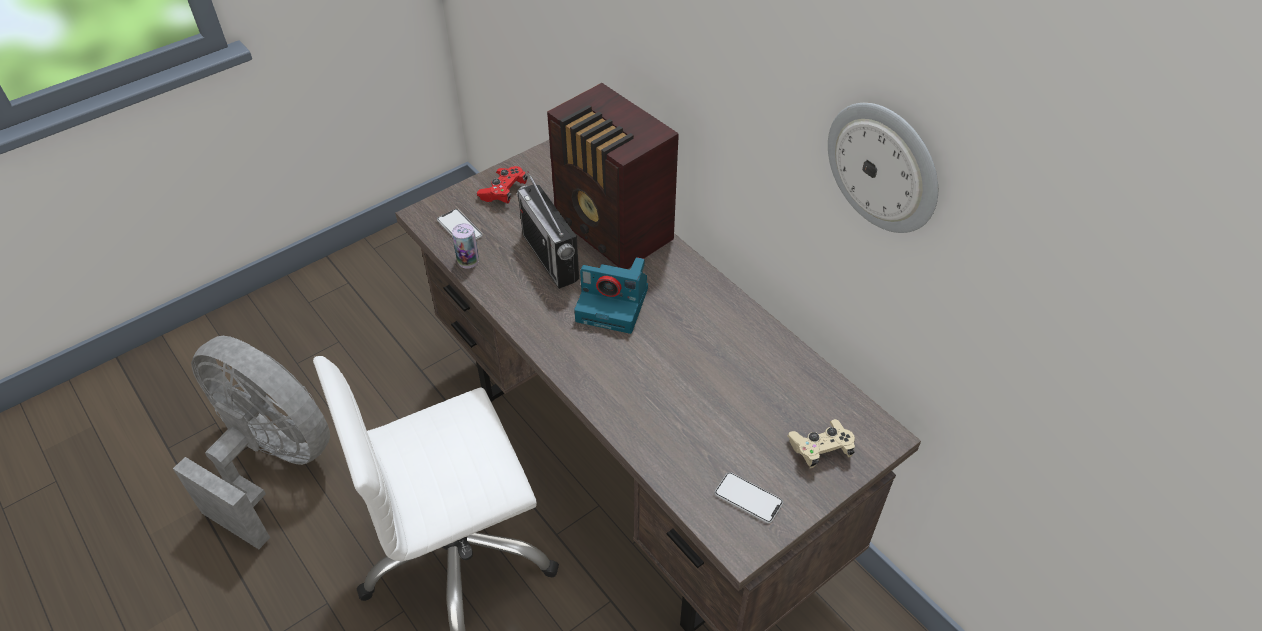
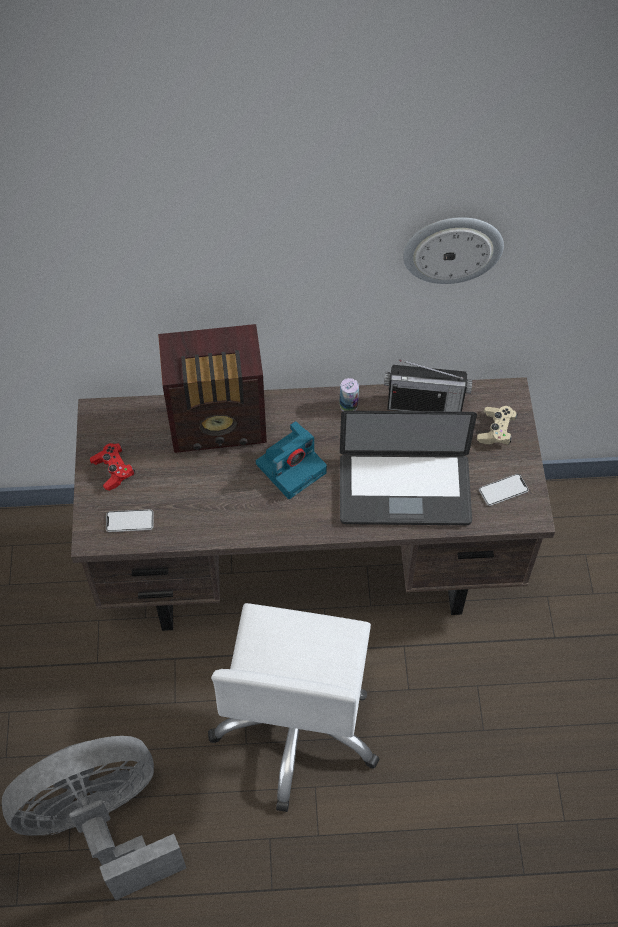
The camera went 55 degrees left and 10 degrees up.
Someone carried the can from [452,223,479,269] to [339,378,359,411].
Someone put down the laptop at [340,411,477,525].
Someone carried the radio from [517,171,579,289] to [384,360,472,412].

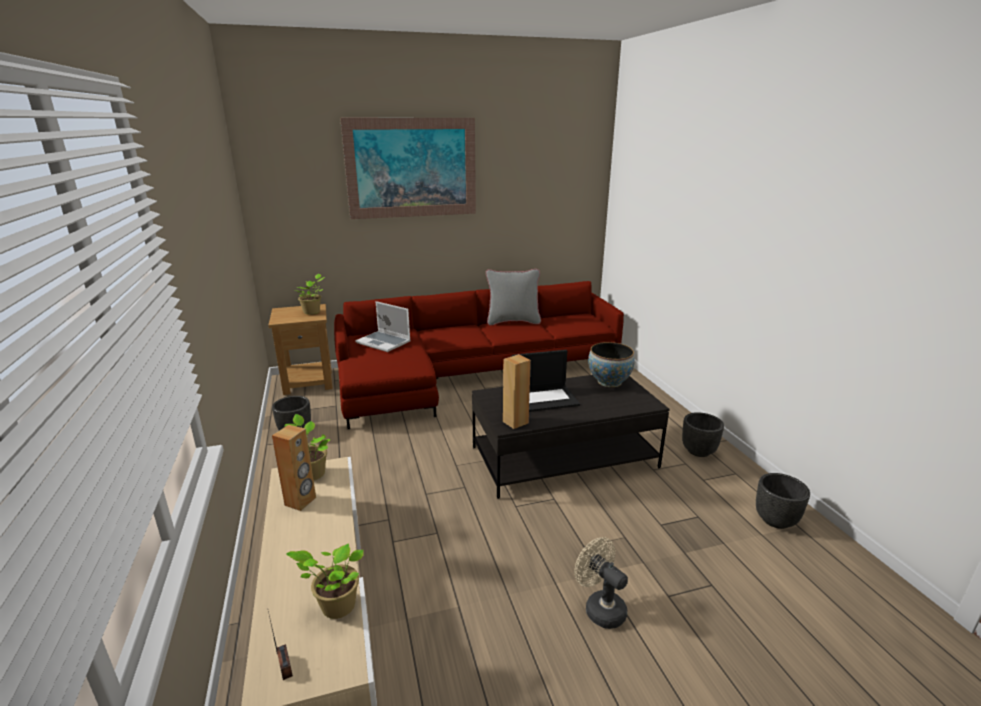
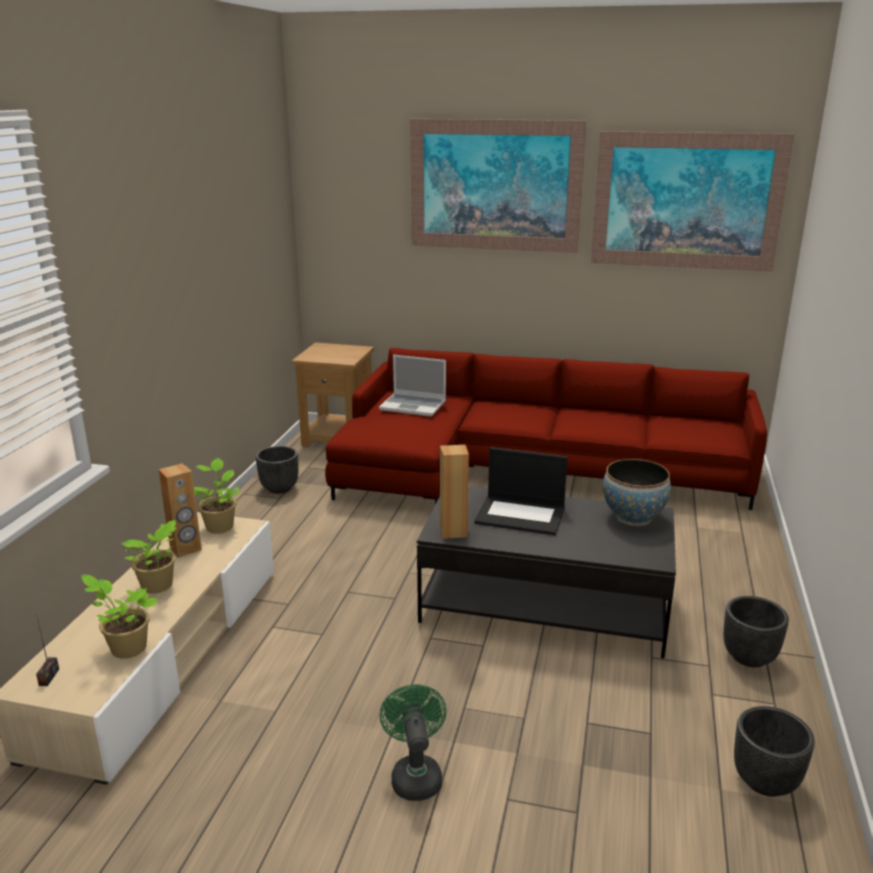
The camera went 30 degrees right and 0 degrees up.
Someone carried the potted plant from [291,274,325,315] to [122,519,176,593].
Someone rotated the laptop at [355,301,411,352] by 45 degrees counterclockwise.
Someone repainted the fan (beige) at [575,537,628,629], which became the fan (green) at [380,684,446,801].
Someone put up the picture at [591,131,794,271].
Someone took away the pillow (grey) at [486,269,541,325].

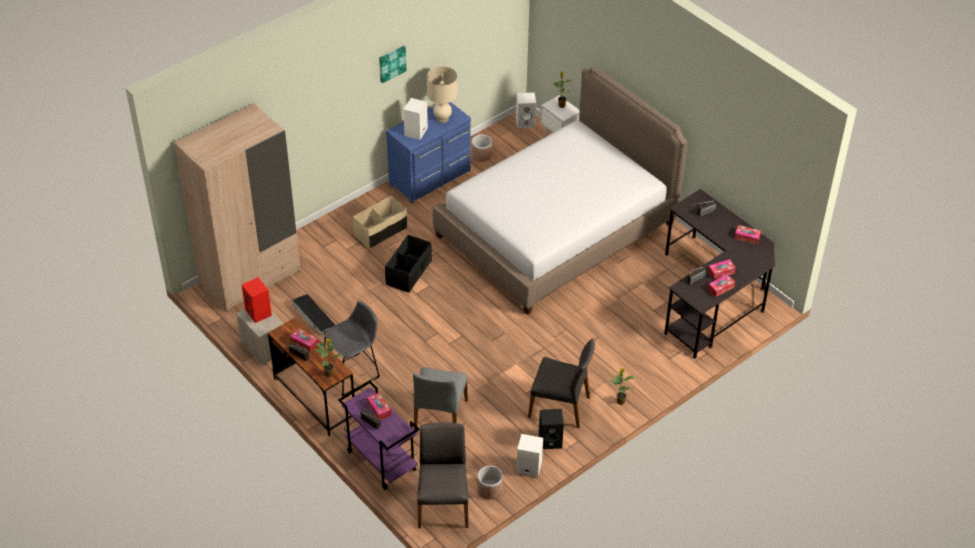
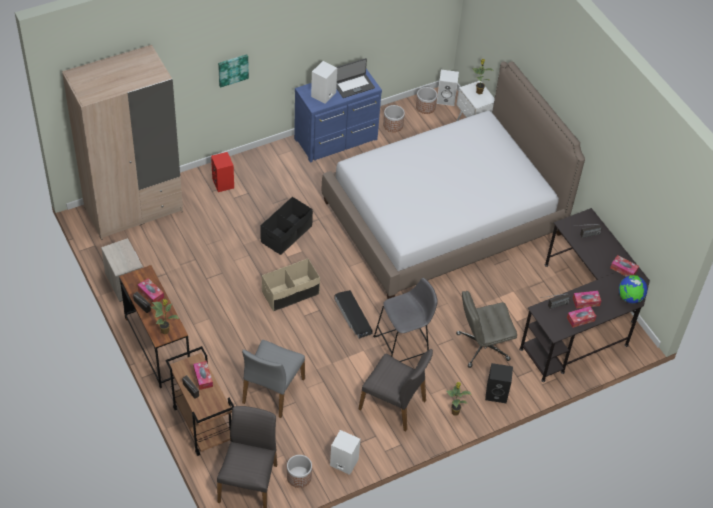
The camera went 10 degrees right and 5 degrees up.
Someone repainted the cart (purple) at [338,381,419,490], which became the cart (brown) at [165,346,234,456].
Someone carried the speaker (red) from [242,277,272,323] to [211,152,234,192].
Someone carried the picture from [379,46,406,83] to [218,54,249,88].
Someone carried the storage box (beige) from [353,196,407,249] to [262,259,320,311].
Someone carried the storage box (black) from [293,294,335,336] to [334,290,373,339].
Someone swapped the table lamp (beige) at [427,66,458,123] for the laptop at [336,58,375,98].
Someone carried the stool (grey) from [324,300,380,396] to [373,278,438,362].
Someone put down the planter at [416,87,437,114].
Someone put down the office chair (grey) at [456,291,517,368].
Someone carried the speaker (black) from [539,409,564,449] to [485,363,513,403].
Someone put down the globe at [619,275,648,303].

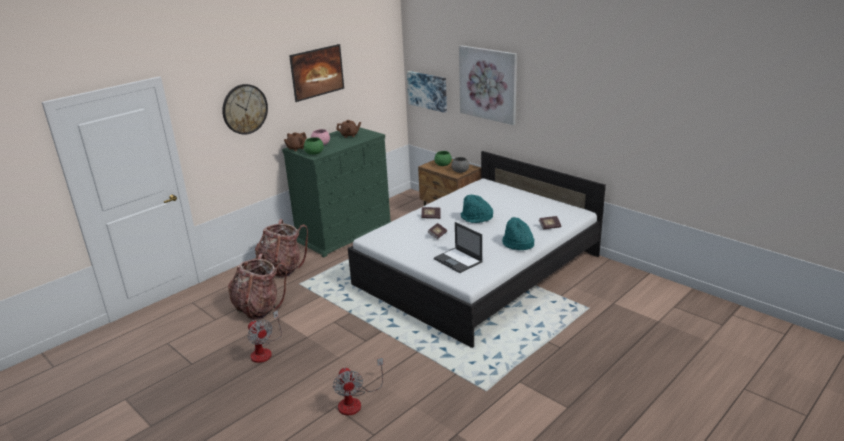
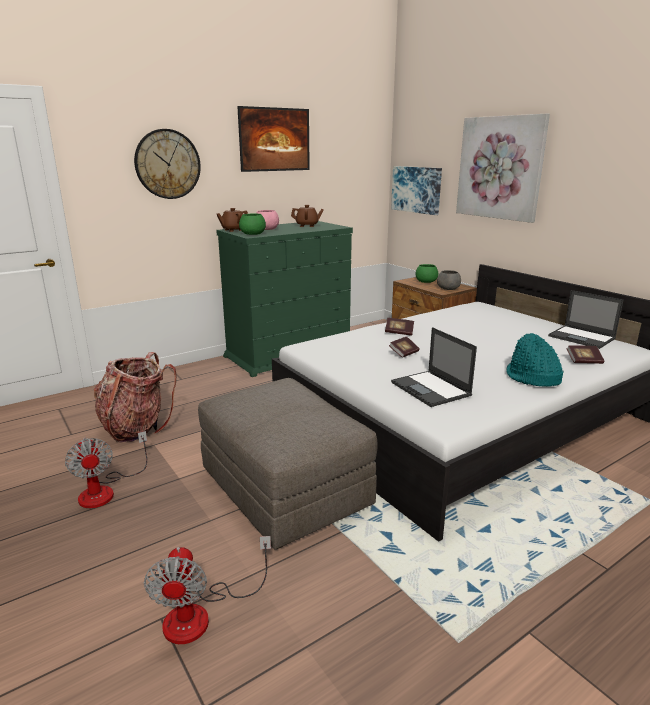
The camera went 10 degrees right and 5 degrees down.
Someone put down the ottoman (grey) at [198,378,378,549].
Someone put down the laptop at [548,290,623,349].
Someone took away the backpack at [255,219,308,278].
Someone took away the hat (turquoise) at [461,195,493,223].

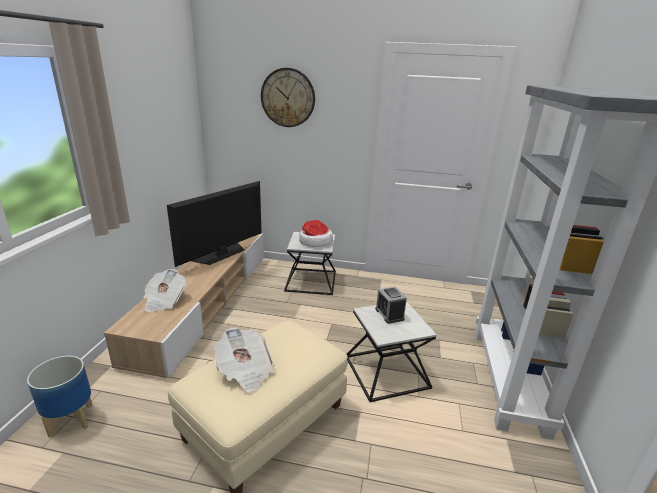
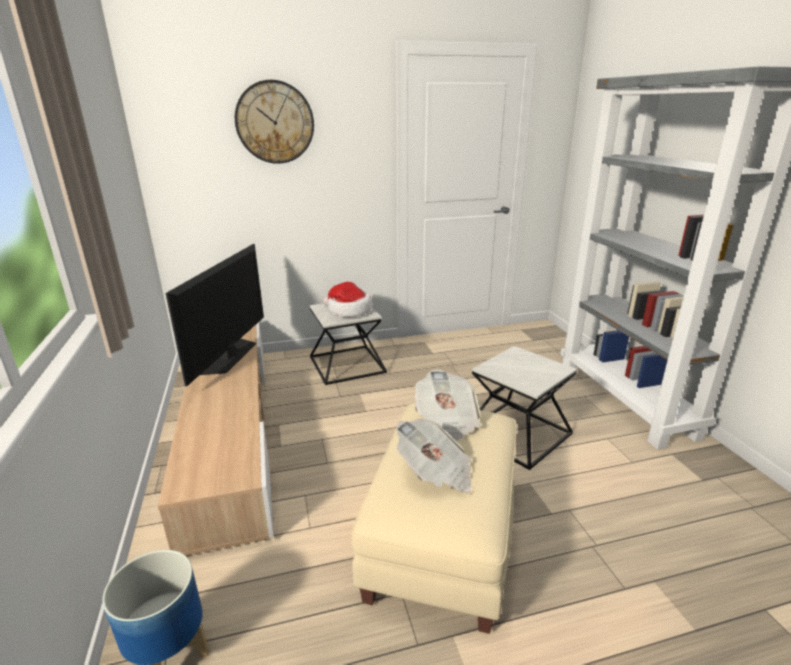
The camera went 25 degrees left and 0 degrees up.
Someone carried the newspaper from [143,269,186,312] to [415,369,482,441].
Someone took away the alarm clock at [375,286,407,324].

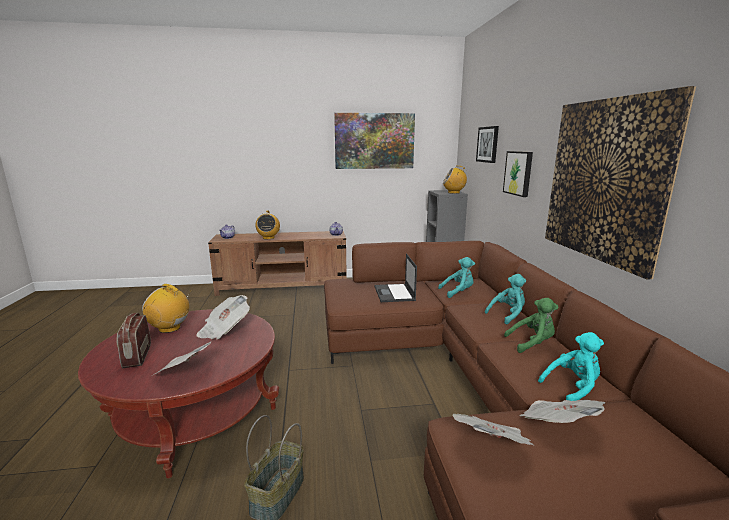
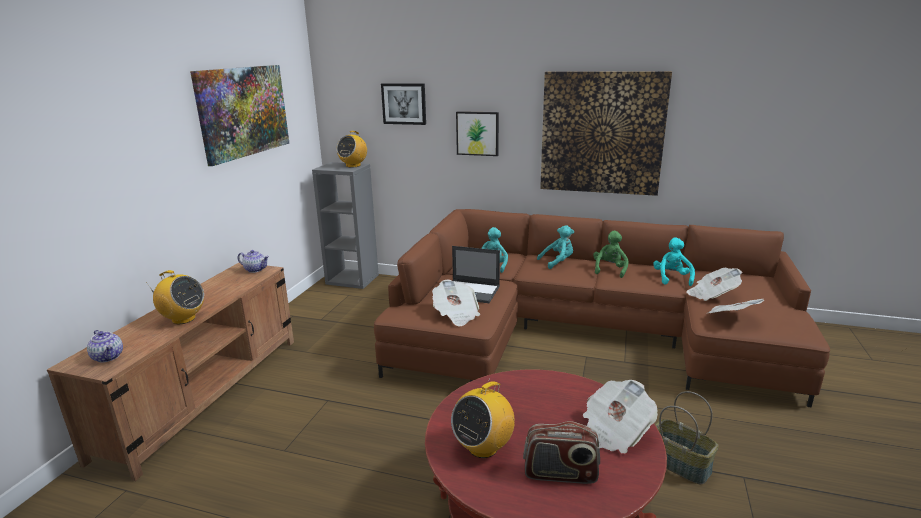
The camera went 65 degrees left and 5 degrees up.
Someone carried the newspaper from [196,295,250,339] to [432,280,480,327].
Someone rotated the plush toy (turquoise) at [485,274,526,324] by 75 degrees clockwise.

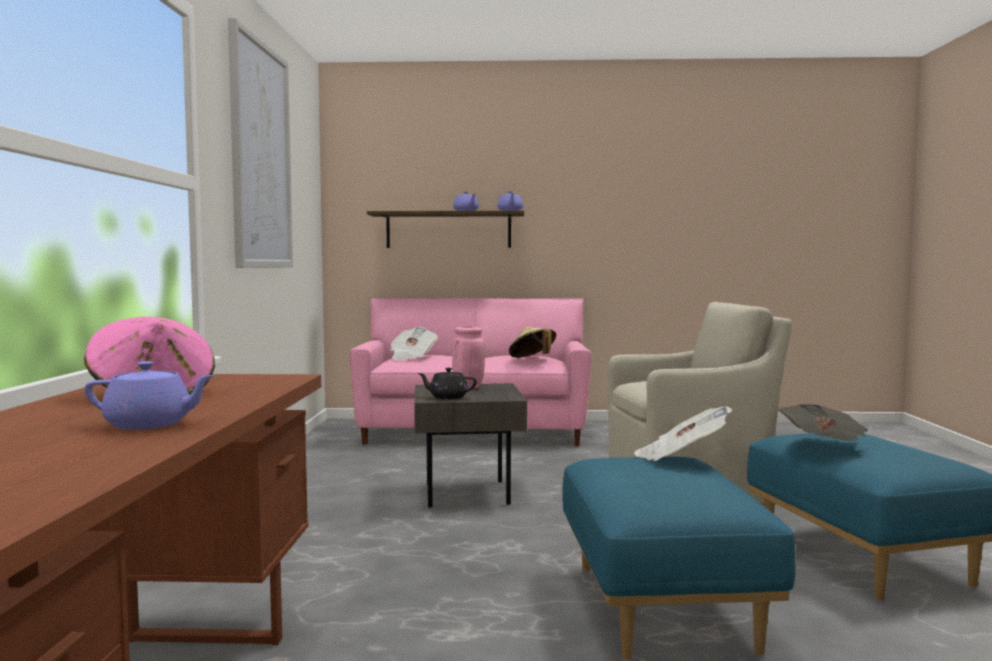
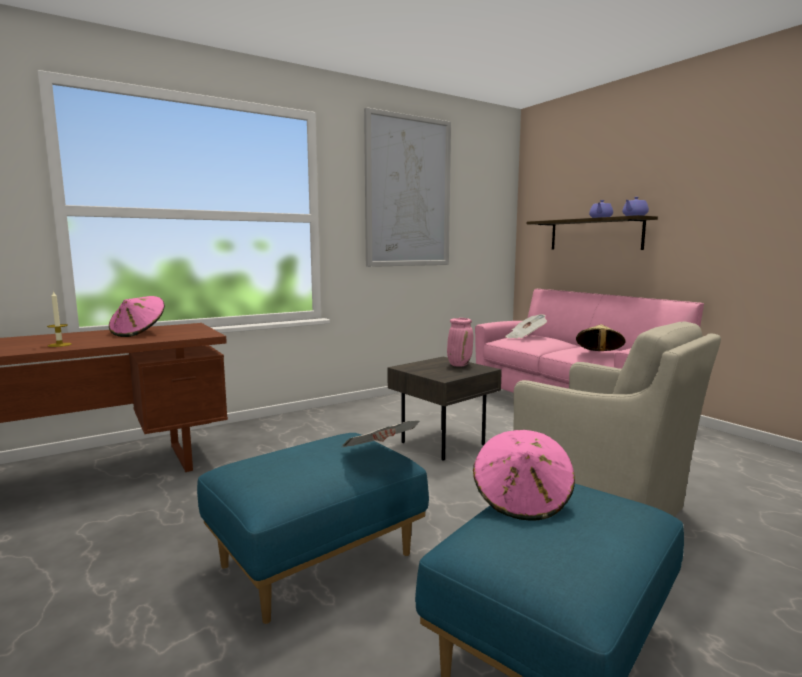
The camera went 55 degrees right and 5 degrees up.
Someone swapped the teapot (purple) at [85,361,215,430] for the candle at [47,290,72,347].
Someone swapped the newspaper at [778,404,867,441] for the hat (pink) at [473,430,575,521].
Someone took away the teapot (black) at [417,368,477,399].

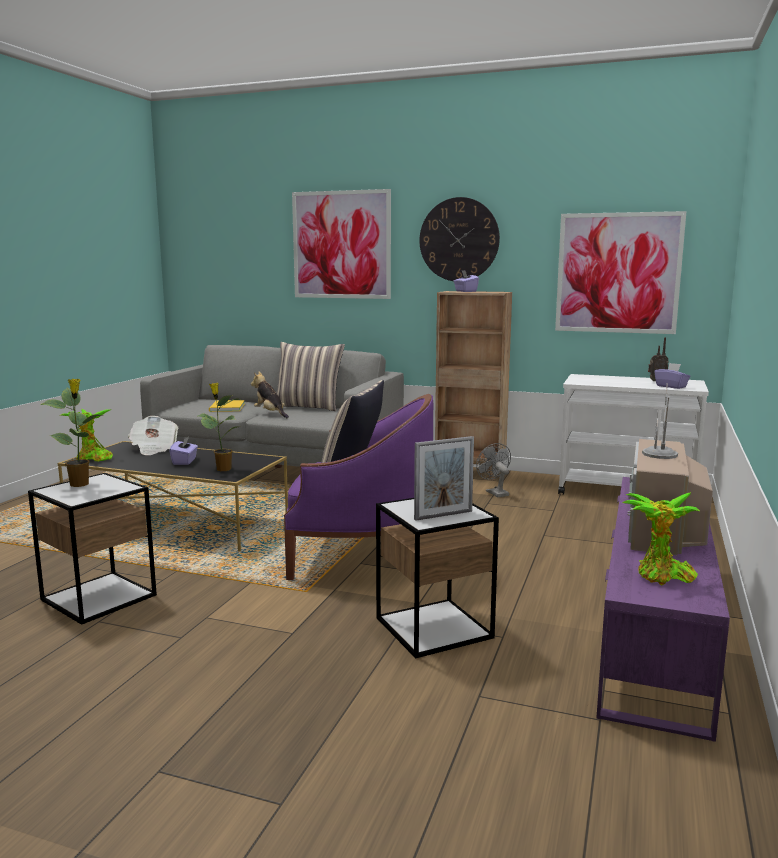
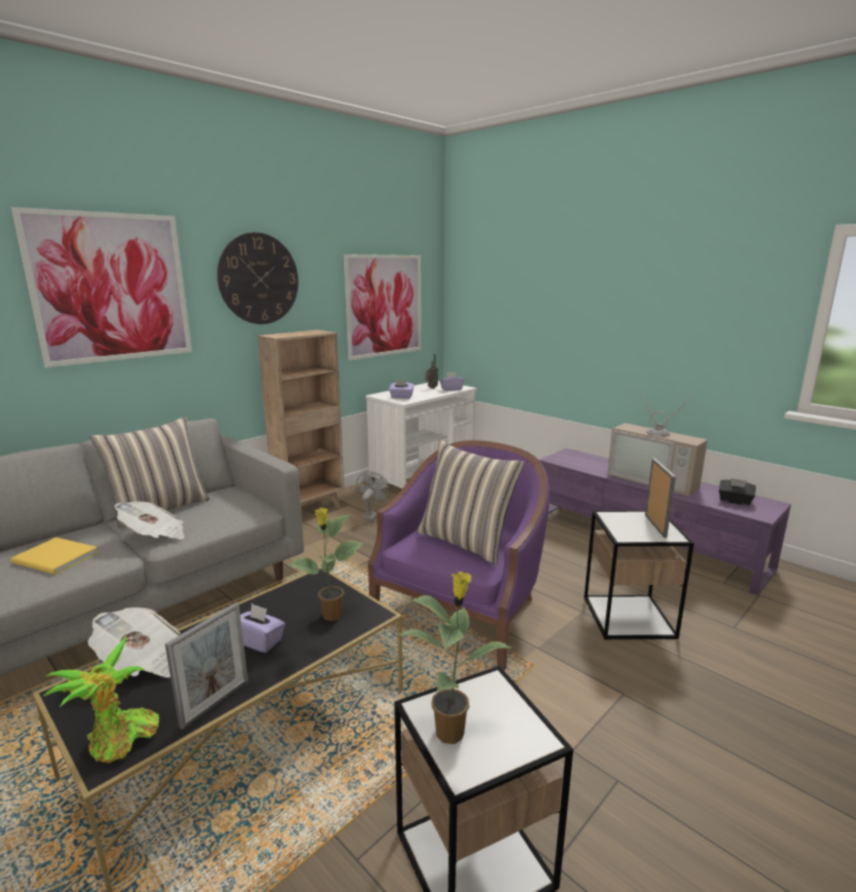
The camera went 65 degrees left and 5 degrees up.
Someone swapped the plush toy at [251,371,289,418] for the newspaper at [115,501,184,539].
Someone put down the picture frame at [165,603,248,730].
Someone rotated the fan (grey) at [476,443,511,497] by 105 degrees clockwise.
Someone carried the tissue box (purple) from [454,270,479,292] to [389,380,414,399].
Someone swapped the potted plant at [622,492,700,586] for the tissue box (black) at [719,478,756,506].

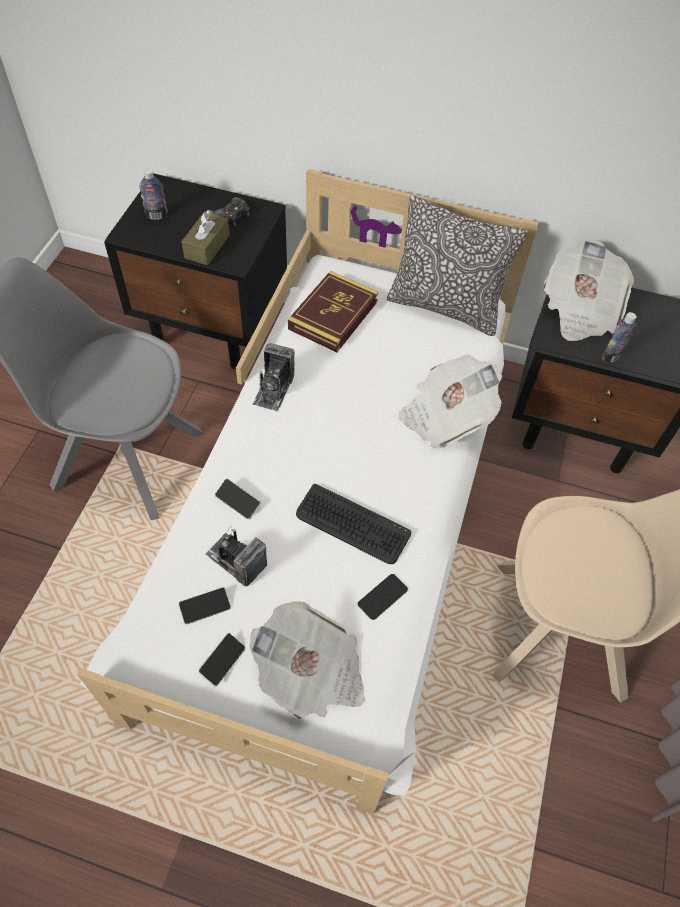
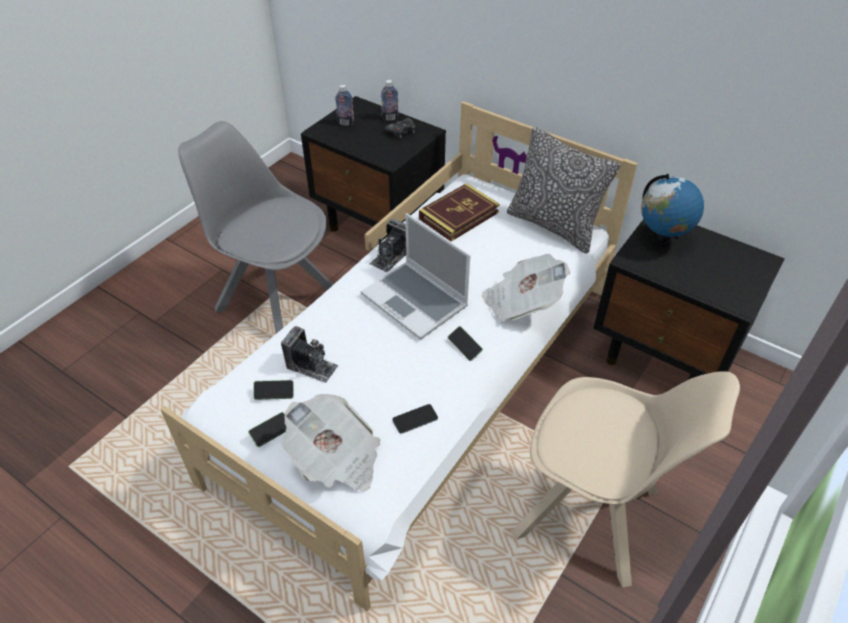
The camera went 20 degrees right and 10 degrees down.
Someone rotated the photo camera at [206,526,267,587] by 150 degrees clockwise.
Someone put down the laptop at [361,213,470,340].
Someone carried the bottle from [602,312,637,363] to [381,80,399,121].
Someone carried the phone from [215,479,261,519] to [448,326,483,361].
Someone swapped the newspaper at [544,239,634,341] for the globe at [641,174,704,247].
Someone took away the tissue box (brown) at [181,210,230,265].
Someone took away the keyboard at [296,484,411,564].

